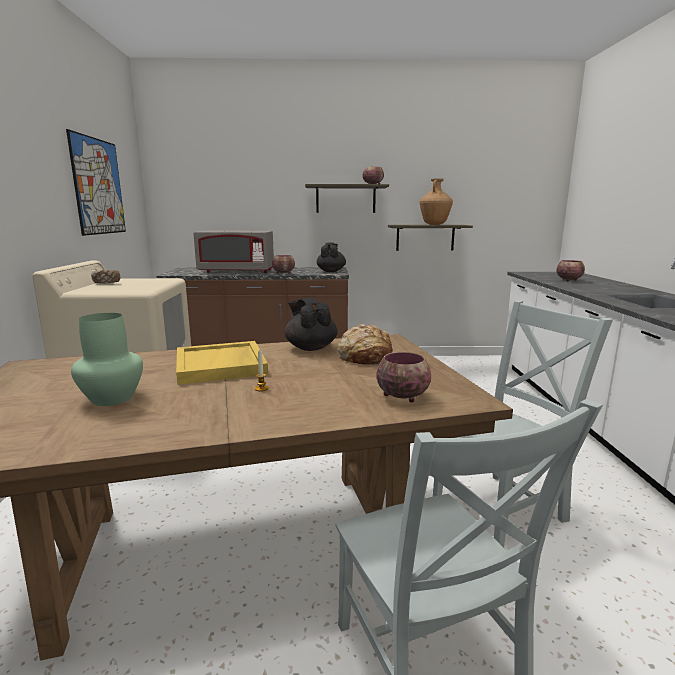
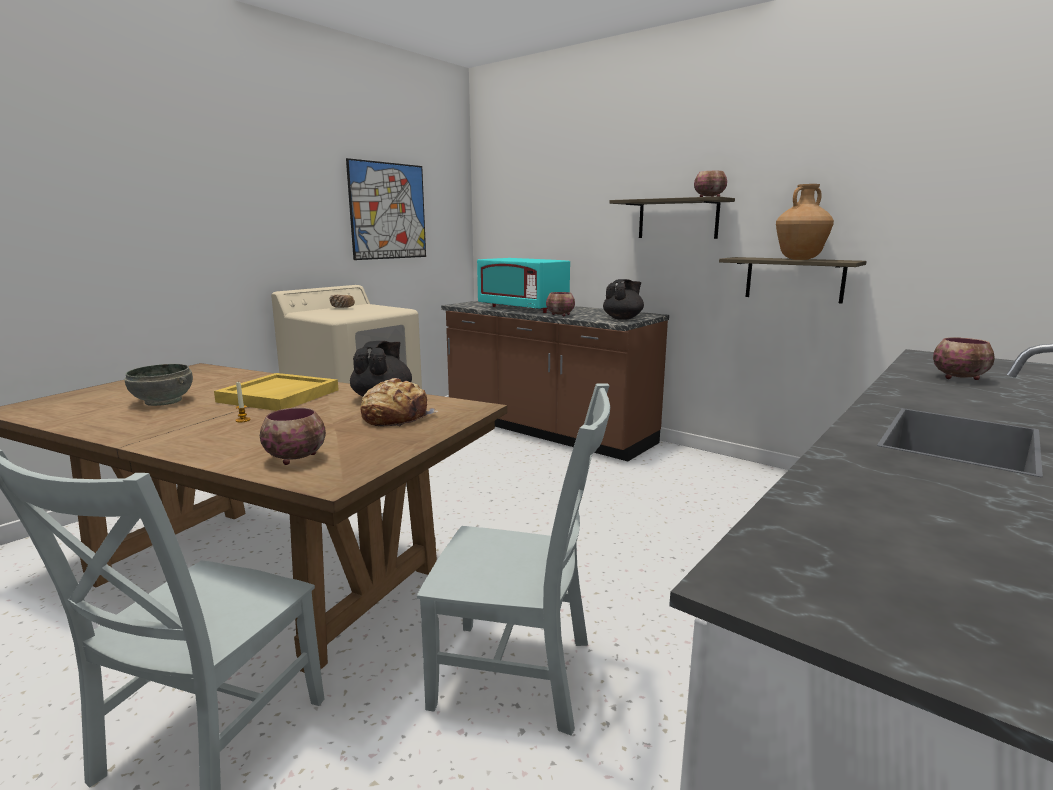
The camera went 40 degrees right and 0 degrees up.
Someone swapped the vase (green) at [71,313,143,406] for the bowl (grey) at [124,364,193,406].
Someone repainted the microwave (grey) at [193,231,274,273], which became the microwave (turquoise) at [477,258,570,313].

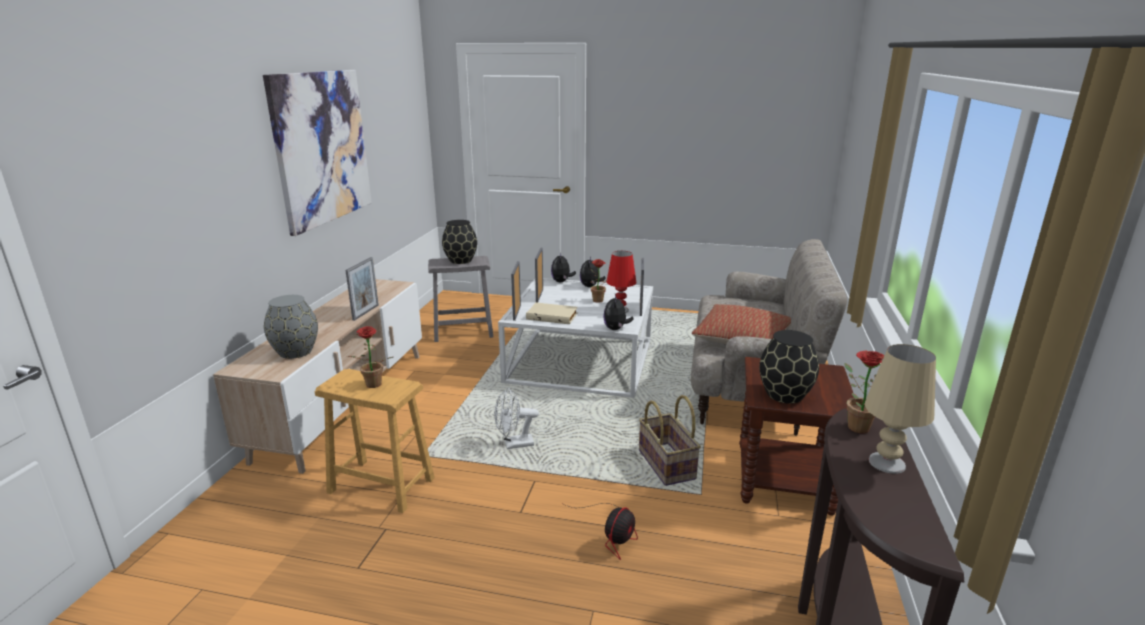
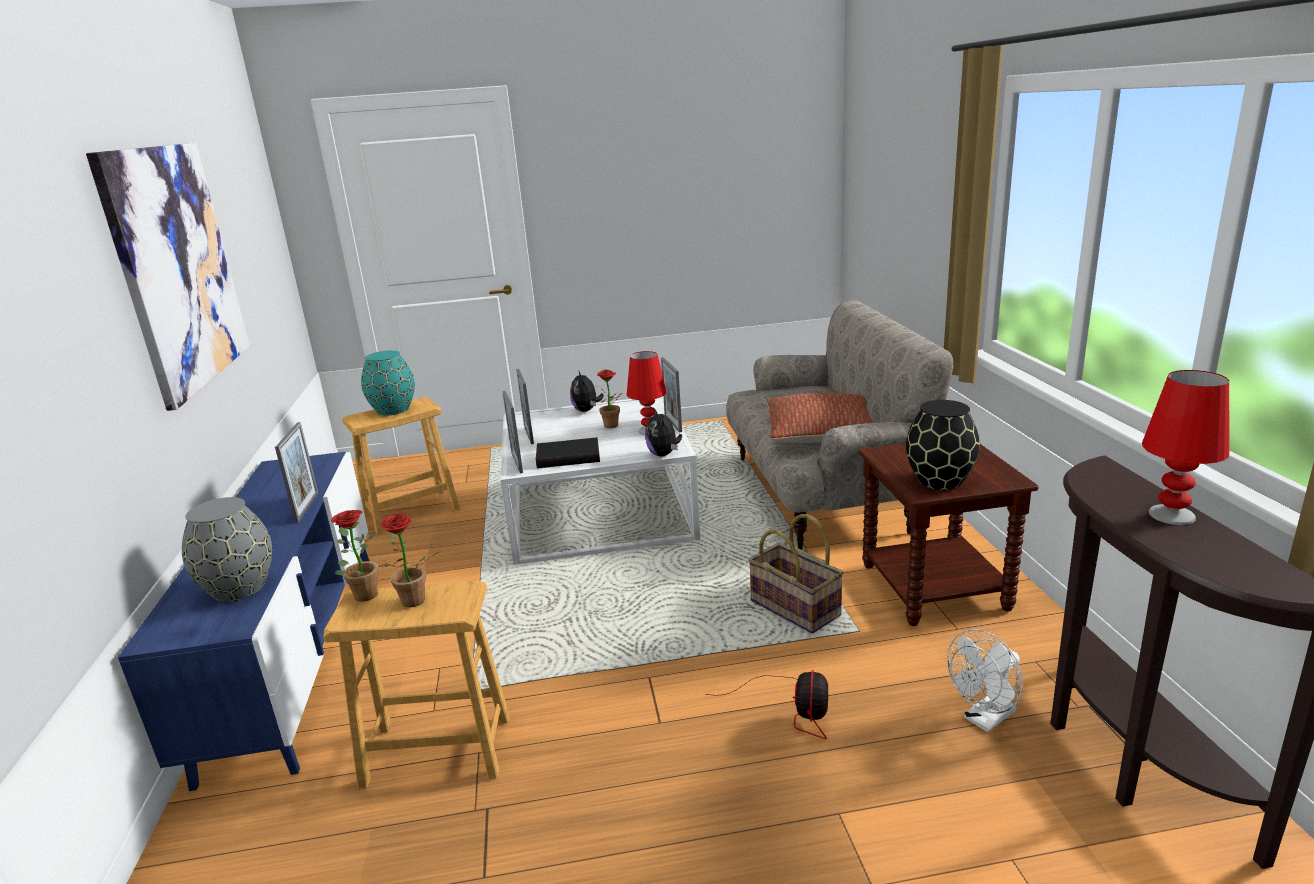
The camera went 20 degrees left and 0 degrees up.
Someone repainted the tv stand (beige) at [213,279,422,474], which became the tv stand (blue) at [118,452,369,791].
Someone carried the potted plant from [844,351,885,433] to [331,510,378,602].
Someone repainted the stool (grey) at [428,256,493,342], which became the stool (brown) at [342,397,460,535].
Someone repainted the vase (black) at [442,220,477,264], which became the vase (turquoise) at [361,350,415,416].
Someone repainted the book (beige) at [526,302,578,324], which became the book (black) at [536,437,600,468].
Someone carried the fan (white) from [494,388,539,449] to [947,629,1023,732].
Someone repainted the table lamp (beige) at [865,344,936,474], which became the table lamp (red) at [1142,370,1230,525].
Someone took away the plush toy at [551,252,576,282].

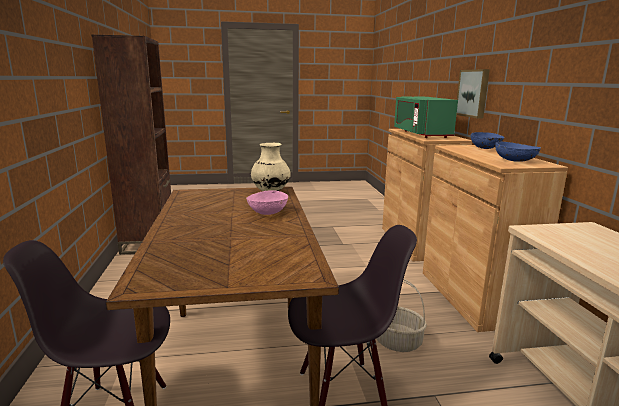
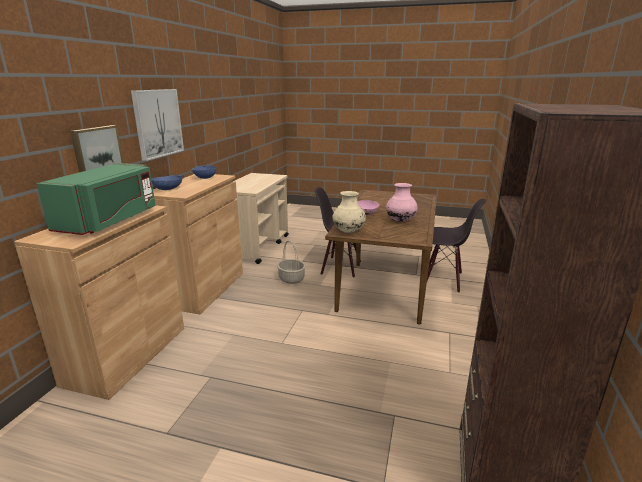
The camera went 155 degrees left and 5 degrees up.
Someone put up the picture at [131,89,184,161].
Someone put down the vase (pink) at [386,183,418,222].

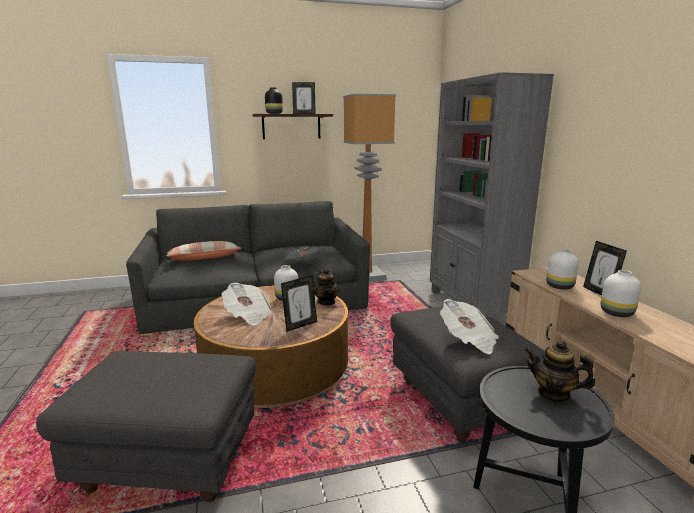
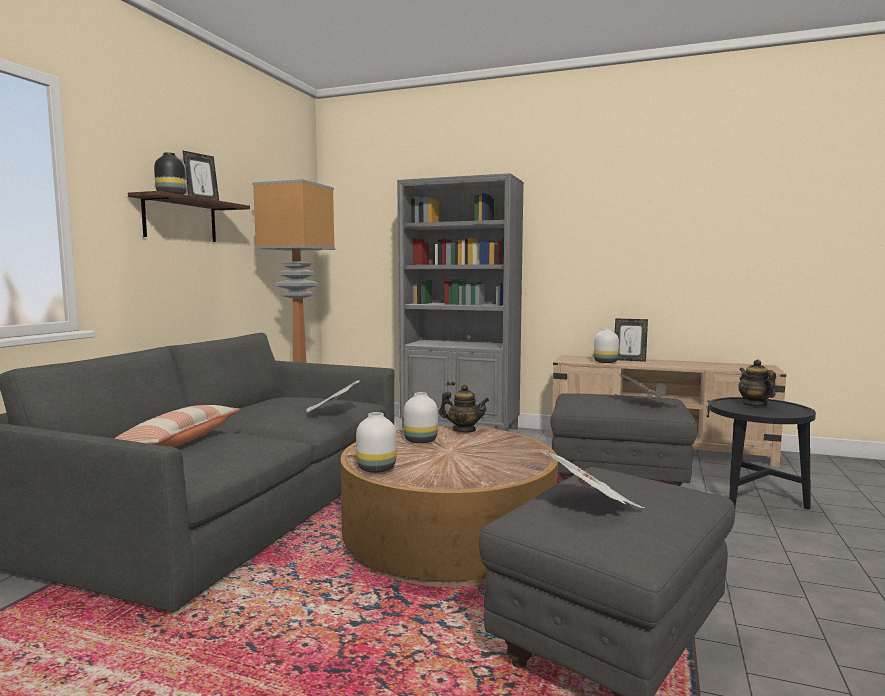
The camera went 55 degrees left and 10 degrees down.
Someone carried the vase (white) from [601,270,641,317] to [356,412,396,473].
Someone carried the newspaper from [221,283,273,325] to [540,451,644,508].
Someone rotated the teapot at [524,340,595,403] by 105 degrees clockwise.
Someone took away the picture frame at [281,275,317,332].

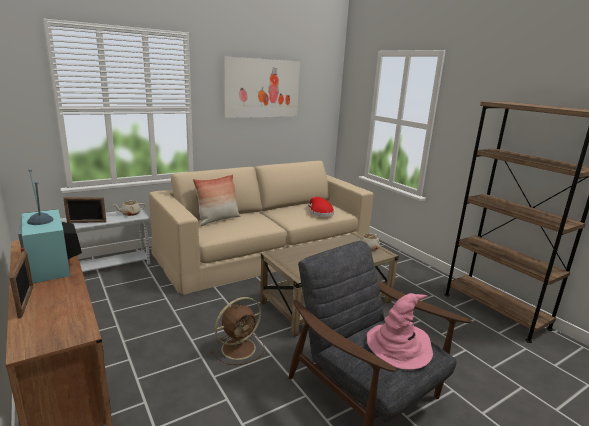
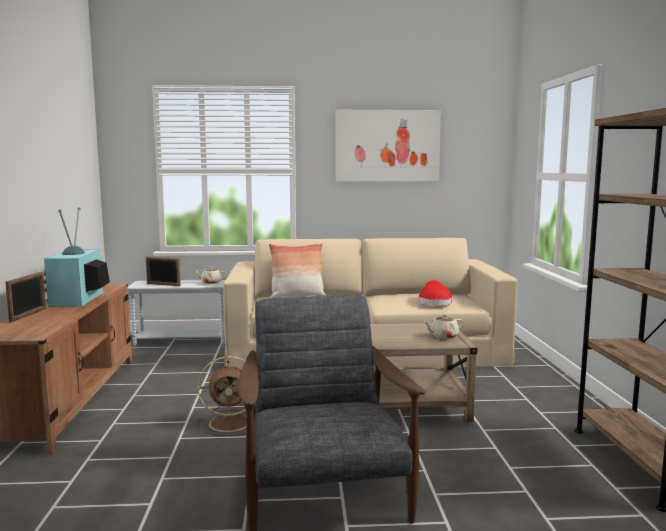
The camera went 30 degrees right and 10 degrees down.
Someone took away the hat (pink) at [367,293,433,370].

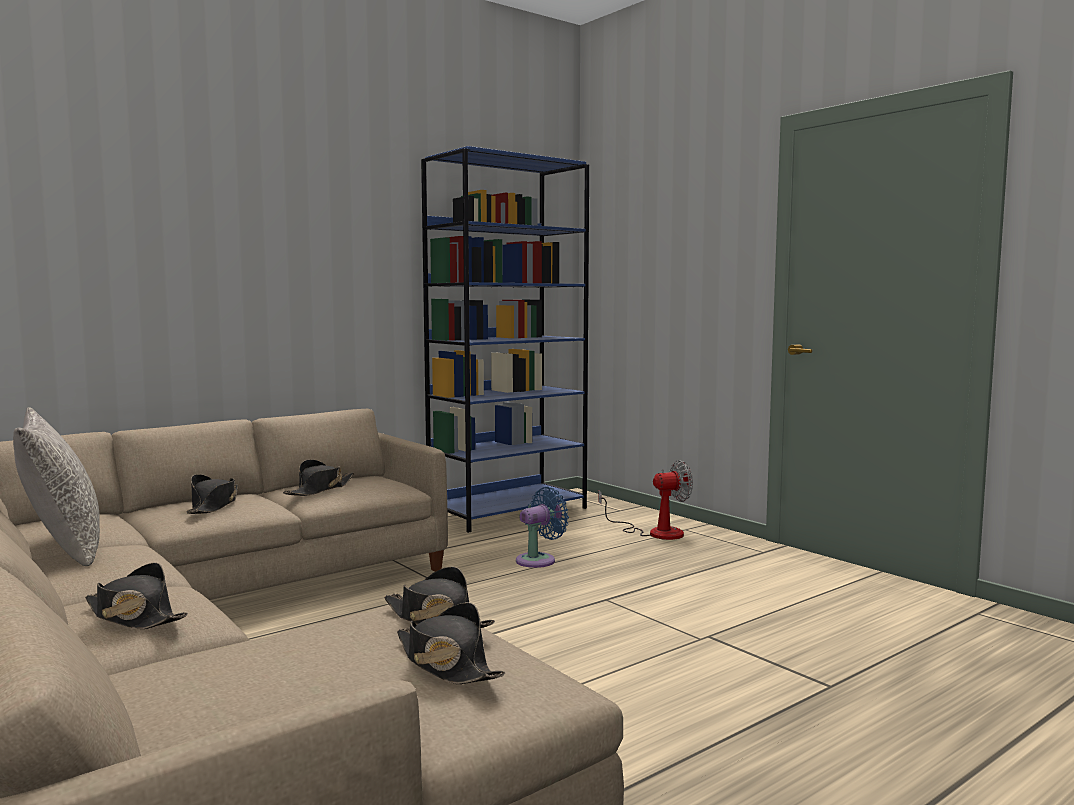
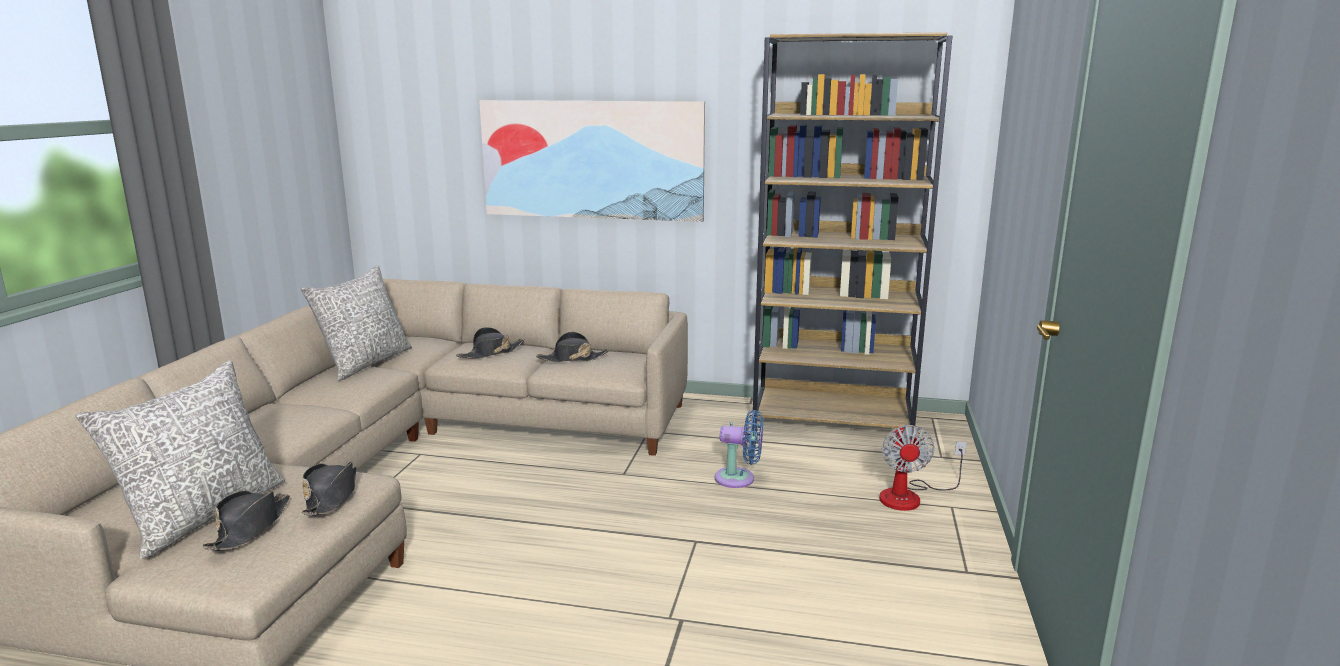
The camera went 50 degrees right and 10 degrees up.
Someone put down the pillow (grey) at [75,360,285,559].
Someone put up the picture at [479,100,705,222].
Someone repainted the bookcase (blue) at [421,146,589,533], which became the bookcase (brown) at [753,32,952,428].
Someone rotated the fan at [598,460,693,540] by 60 degrees clockwise.
Someone took away the hat (black) at [85,563,188,629].

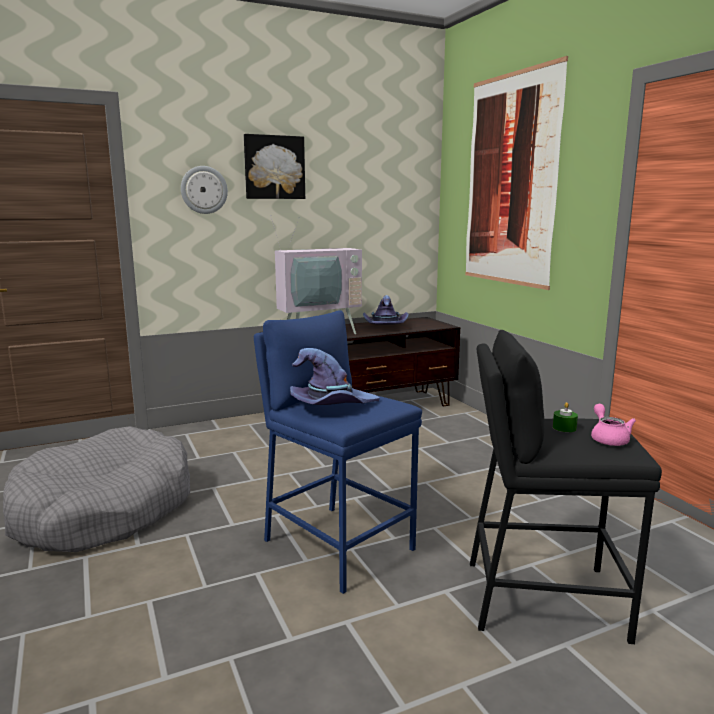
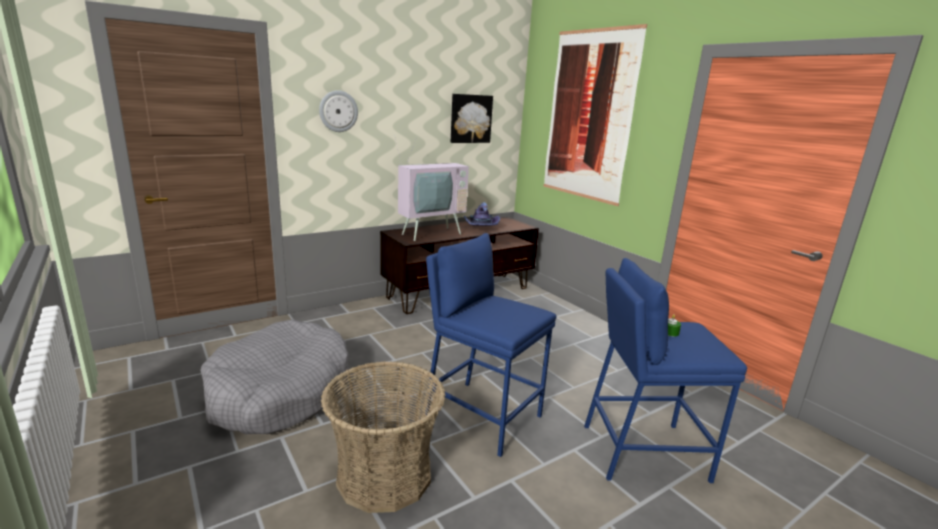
The camera went 10 degrees left and 5 degrees up.
Someone put down the basket at [321,361,445,513].
Someone carried the picture from [244,134,305,199] to [451,94,493,143].
Someone repainted the stool (black) at [470,330,662,644], which became the stool (blue) at [584,258,747,483].
Someone took away the hat (purple) at [290,348,379,405].
Someone took away the teapot (pink) at [591,404,636,446].

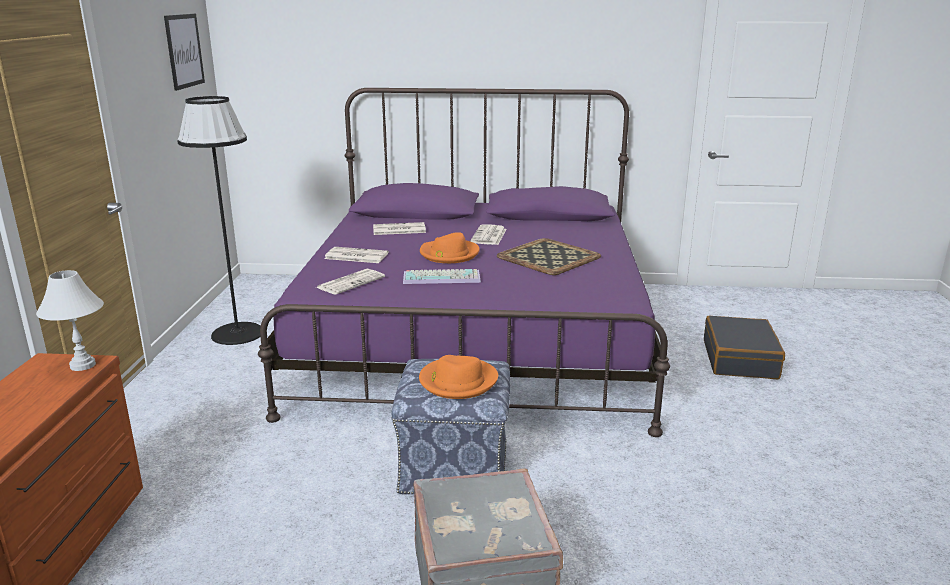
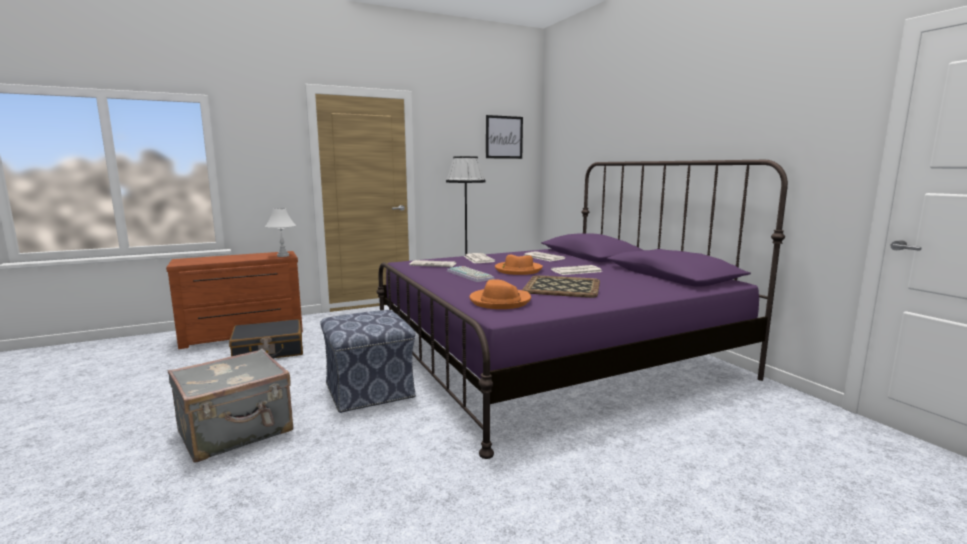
The camera went 60 degrees right and 10 degrees down.
Someone carried the suitcase (black) from [704,316,785,379] to [229,319,303,359].
Someone carried the hat (orange) from [419,355,498,399] to [469,279,531,309].

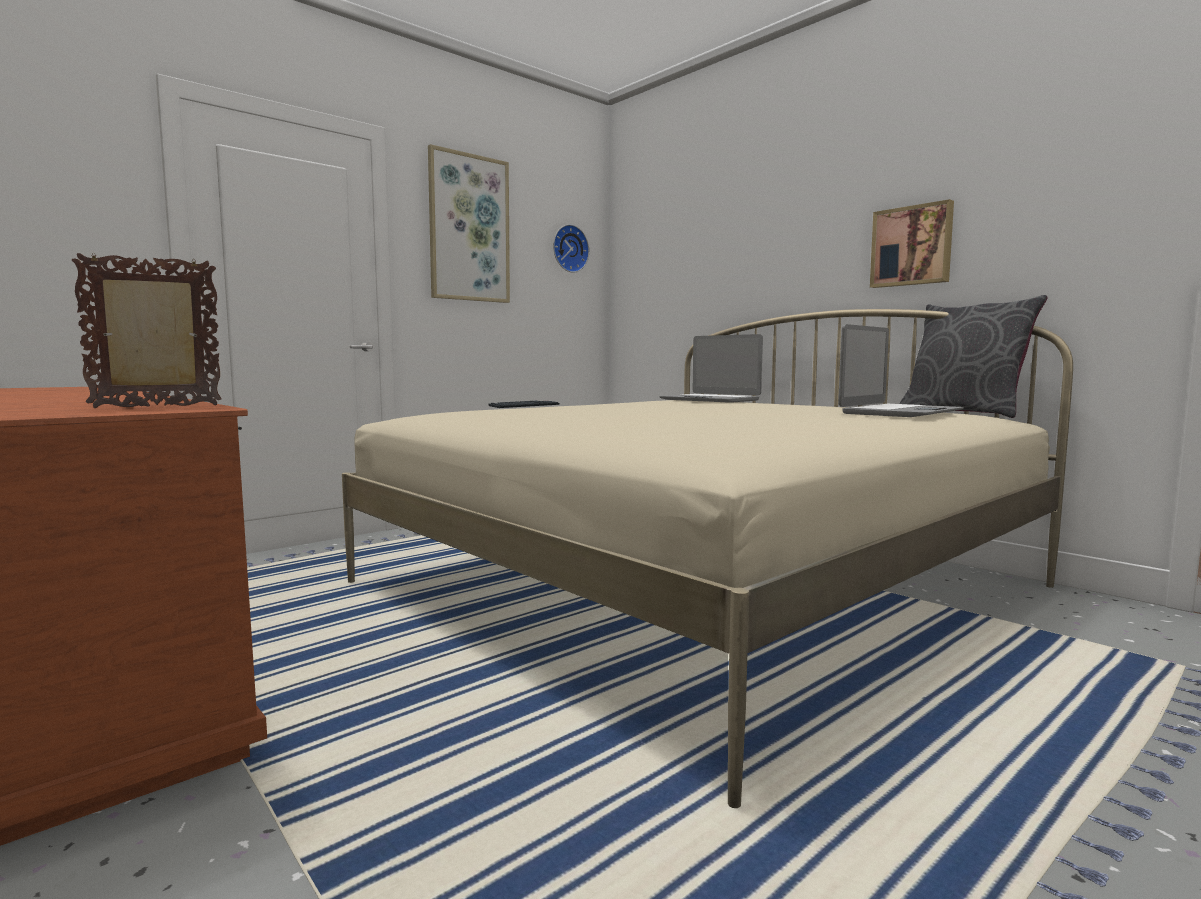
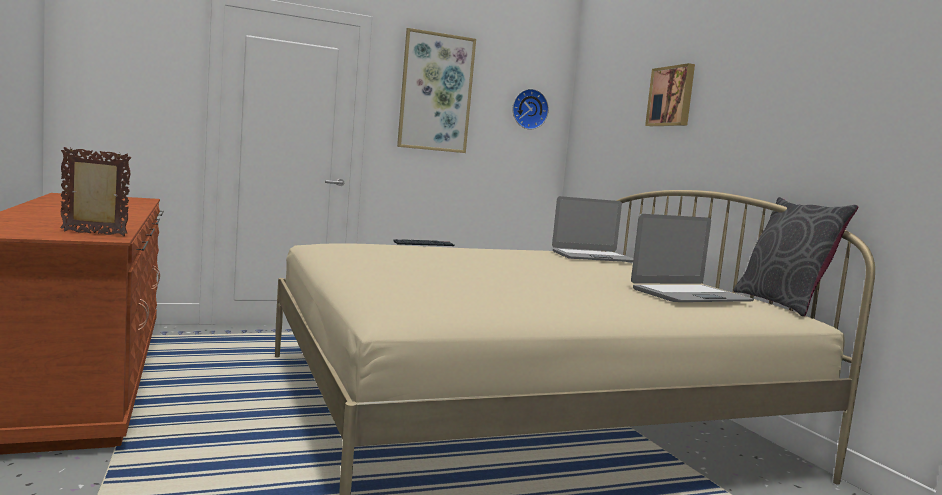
The camera went 20 degrees right and 0 degrees up.
Someone rotated the laptop at [660,334,763,403] by 75 degrees counterclockwise.
Someone carried the picture from [870,199,954,288] to [645,63,695,126].

